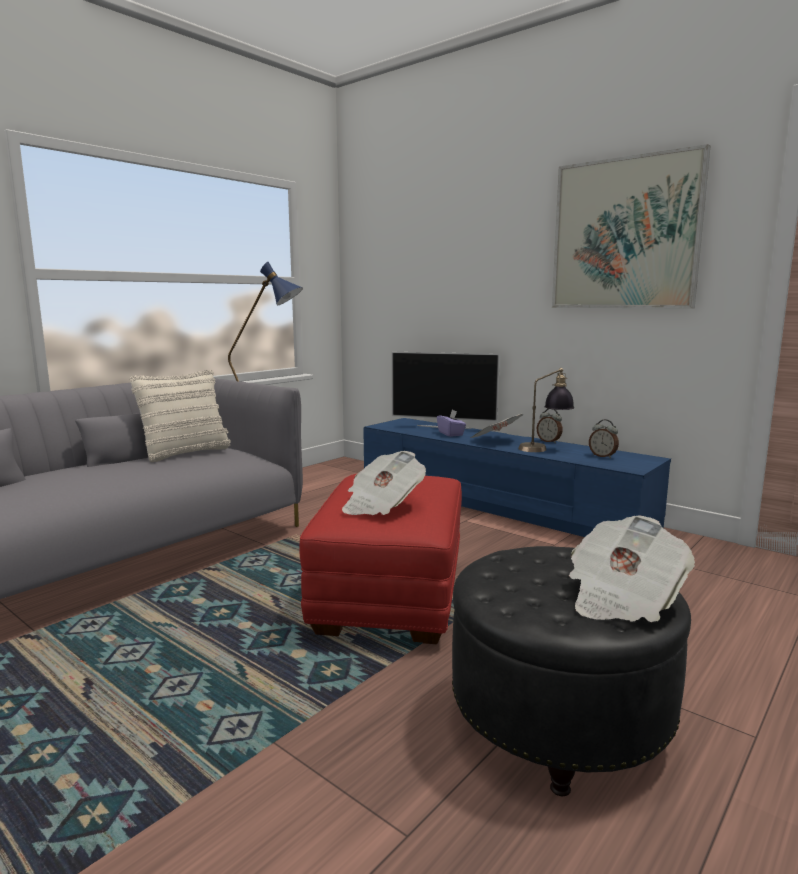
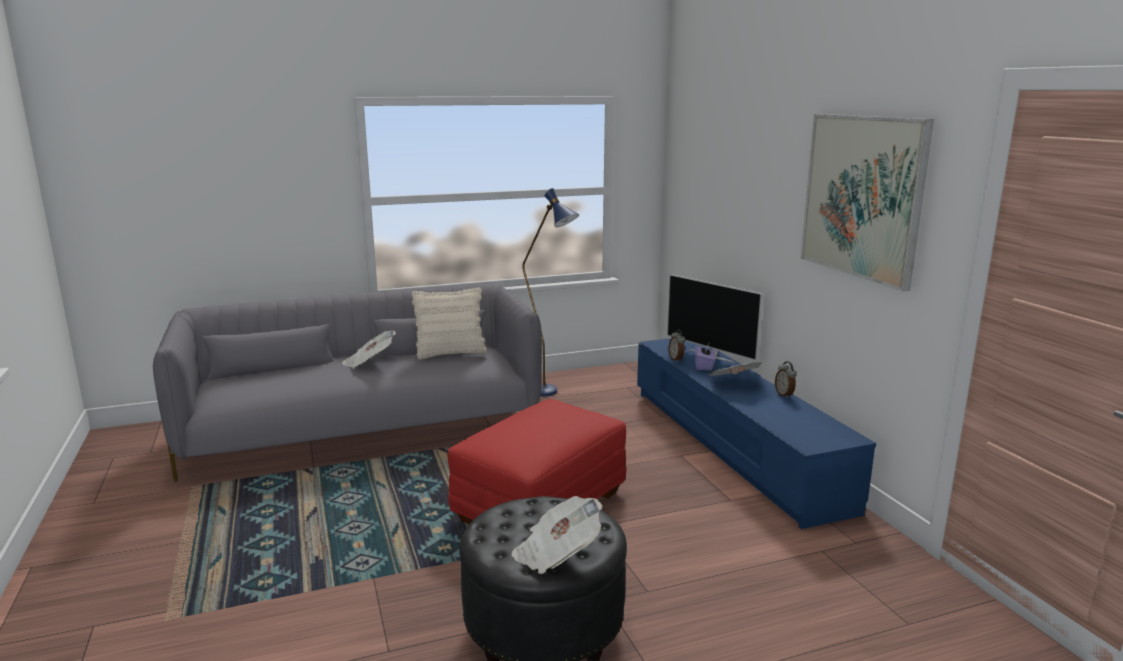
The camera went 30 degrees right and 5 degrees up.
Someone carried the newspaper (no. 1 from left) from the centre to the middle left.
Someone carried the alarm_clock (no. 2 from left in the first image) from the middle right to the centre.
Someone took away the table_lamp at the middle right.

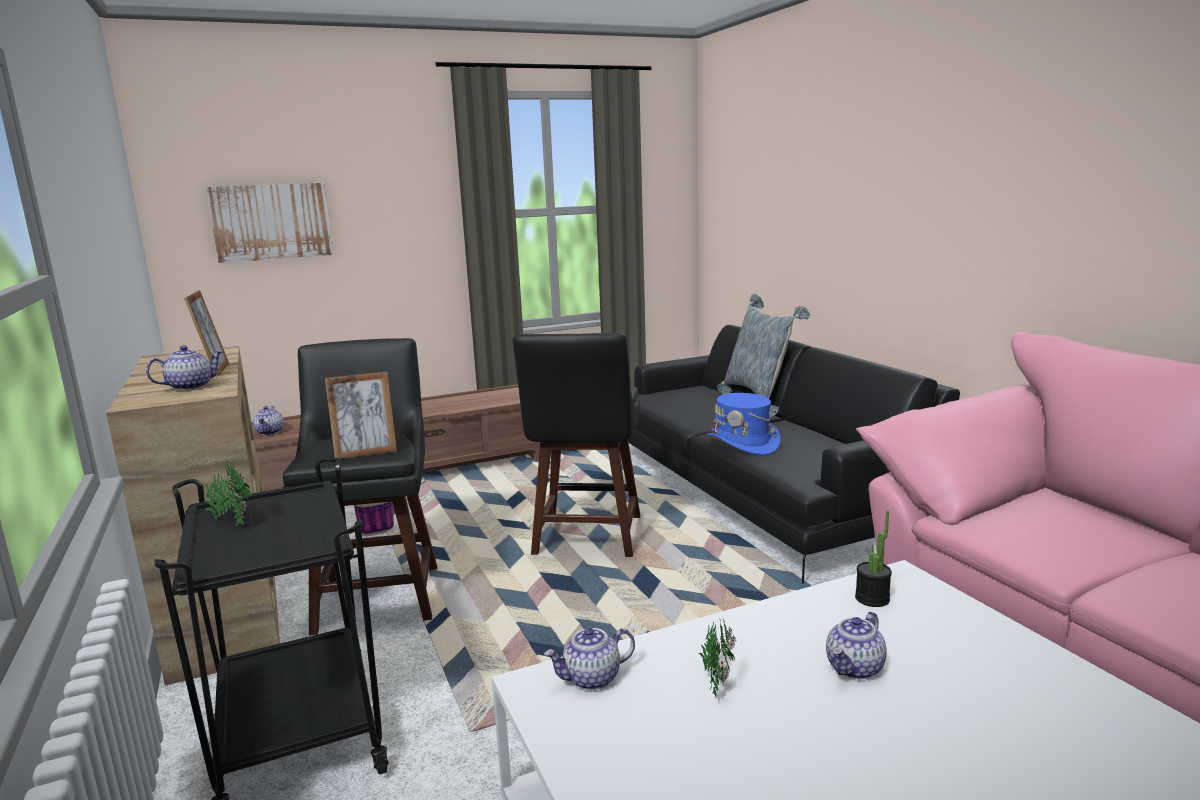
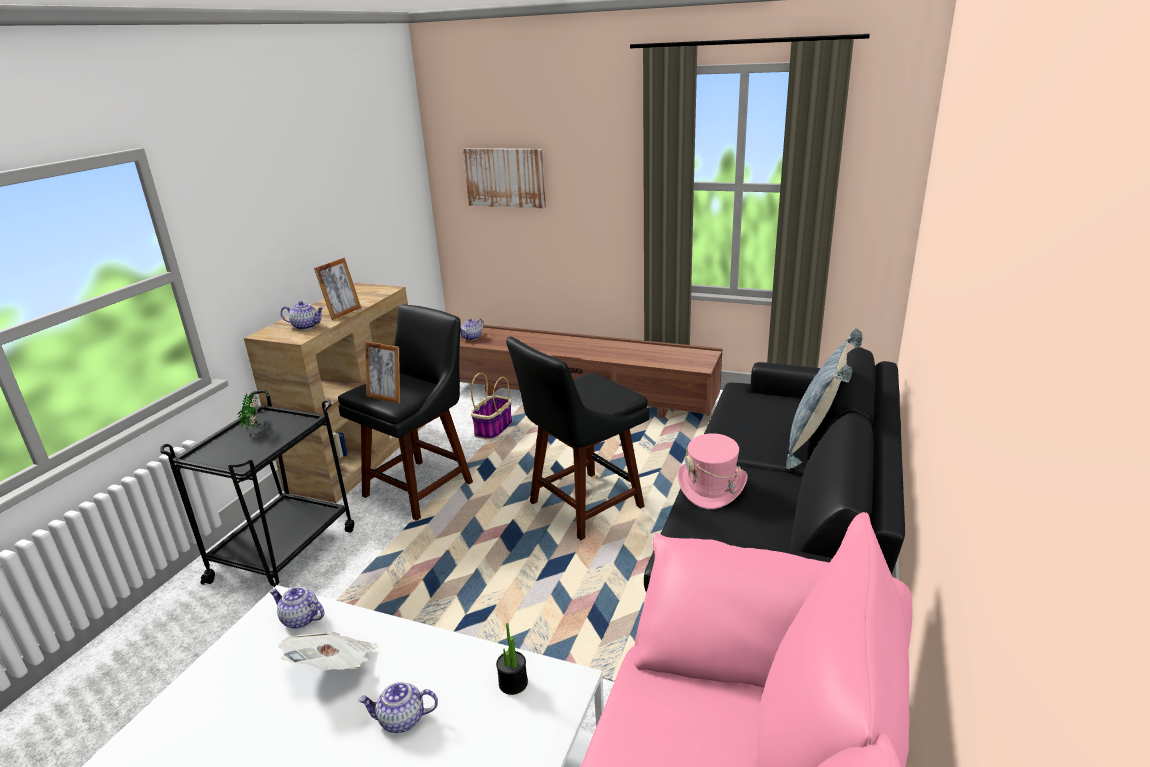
The camera went 45 degrees right and 10 degrees up.
Someone swapped the potted_plant (no. 2 from left) at the bottom centre for the newspaper at the bottom left.
Someone repainted the blue_hat at the centre, which became the pink_hat at the centre.

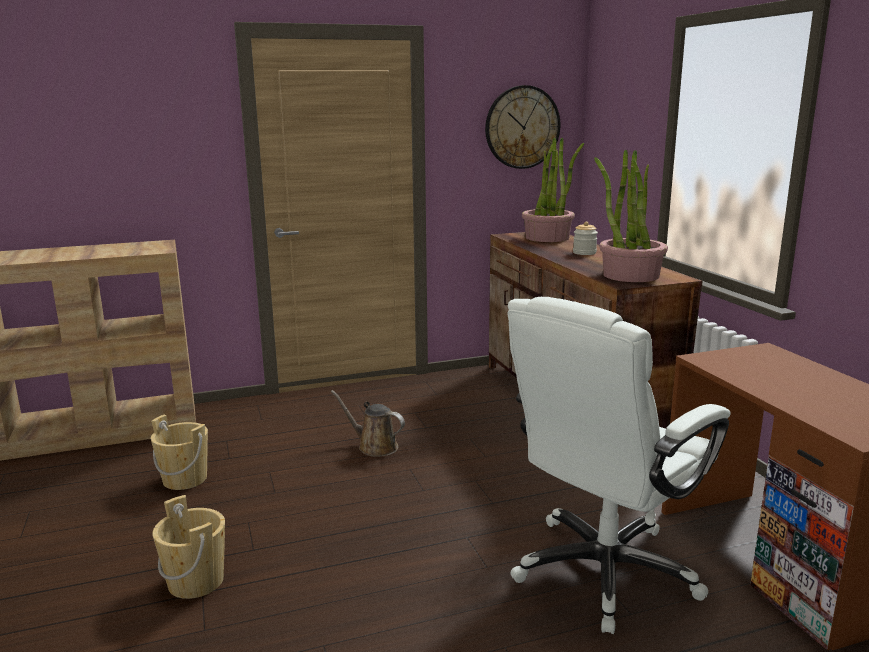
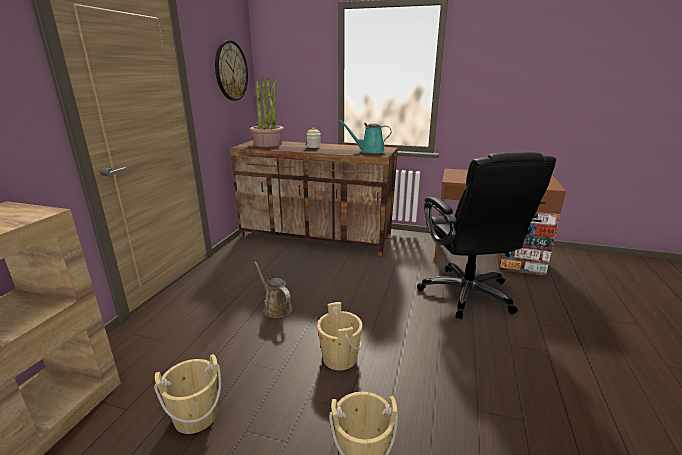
The camera went 55 degrees left and 5 degrees up.
Someone rotated the brown_watering_can at the centre by 75 degrees clockwise.
Someone put down the beige_bucket (no. 2 from left) at the bottom centre.
Someone swapped the potted_plant (no. 2 from left) at the top right for the turquoise_watering_can at the top centre.
Someone repainted the white_office_chair at the bottom right, which became the black_office_chair at the middle right.

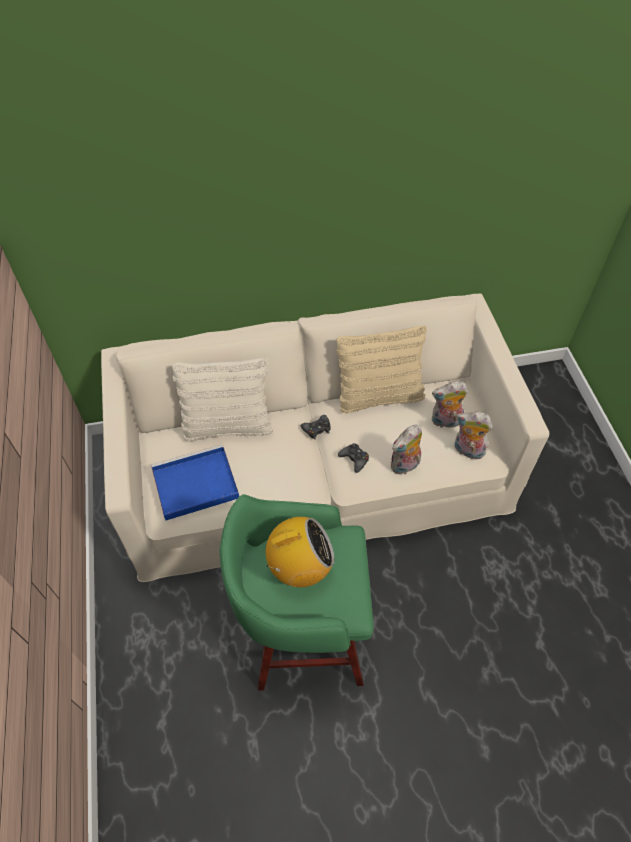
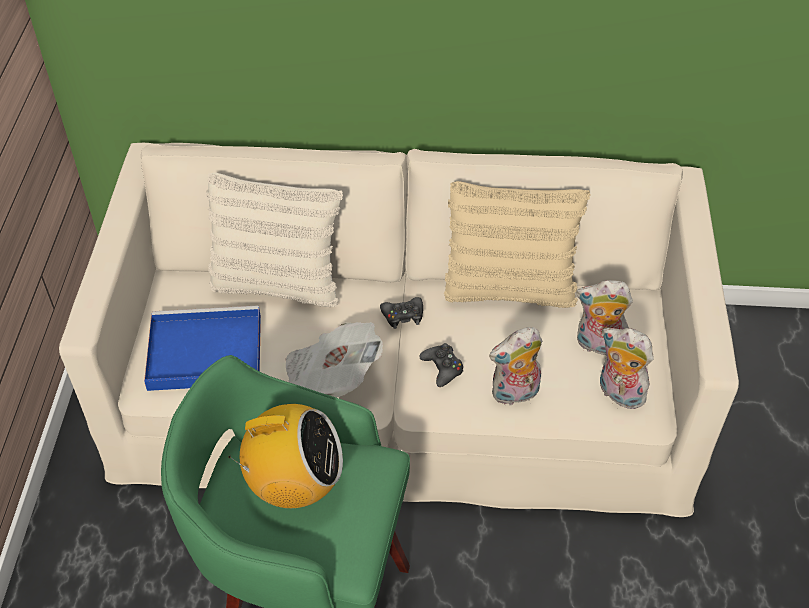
The camera went 15 degrees right and 5 degrees down.
Someone put down the newspaper at the centre.

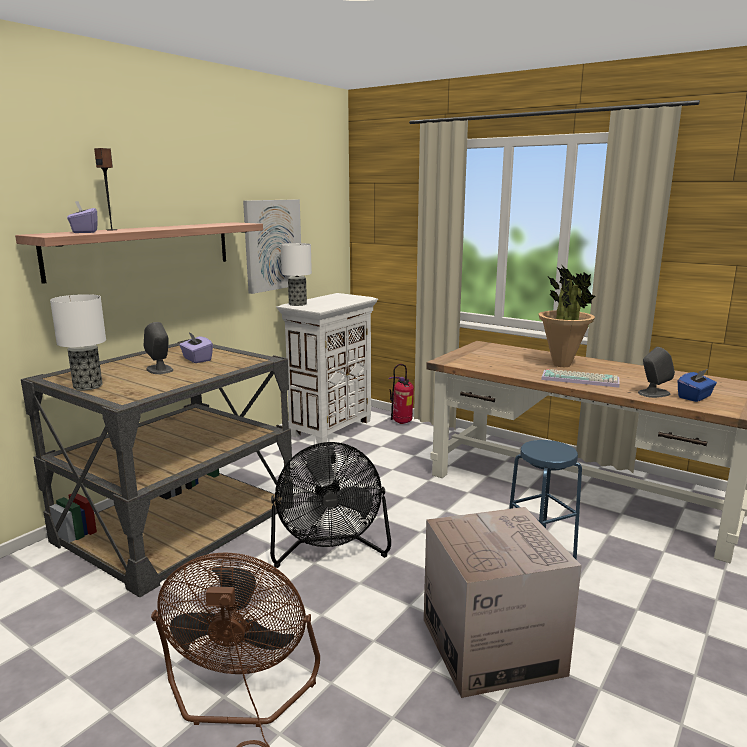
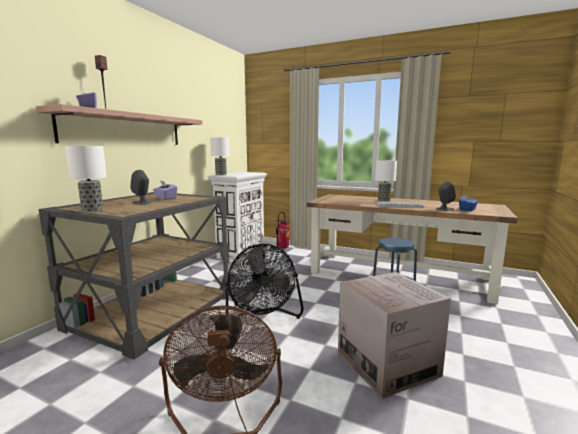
The camera went 10 degrees left and 5 degrees down.
Someone swapped the potted_plant at the middle right for the table_lamp (no. 3 from left) at the middle right.
Someone took away the picture at the top centre.

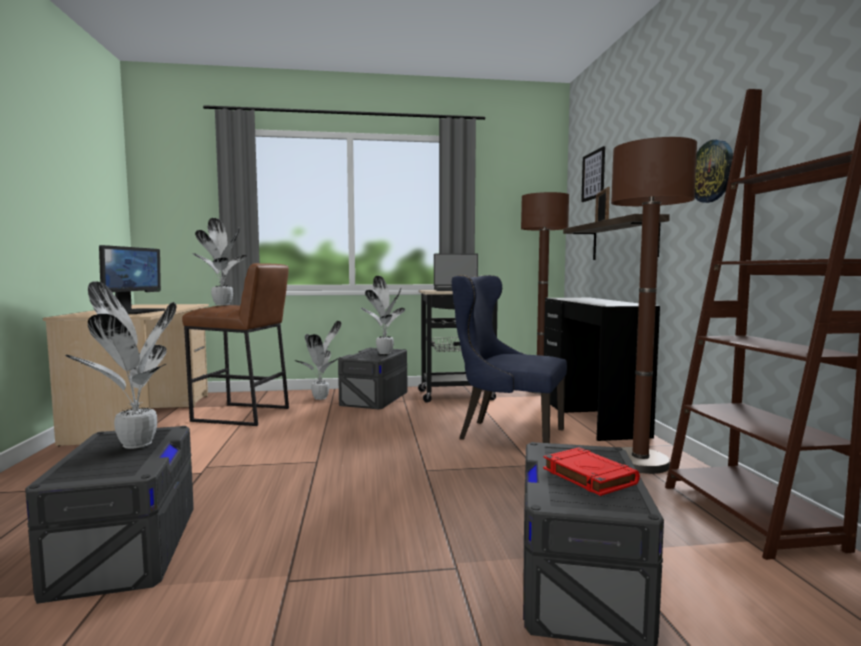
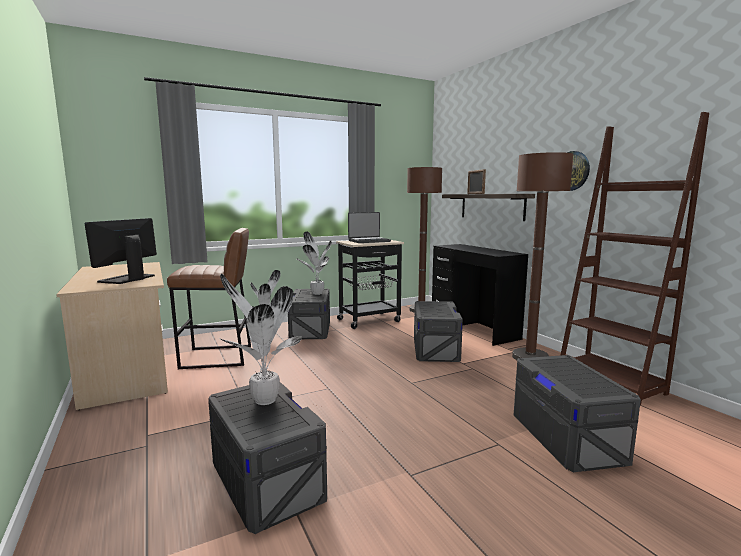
The camera went 20 degrees left and 5 degrees up.
Someone rotated the monitor at the middle left by 150 degrees counterclockwise.
Someone swapped the blue_chair at the centre for the grey_storage_box (no. 3 from left) at the centre.
Someone took away the potted_plant (no. 2 from left) at the middle left.
Someone took away the red_book at the bottom right.
Someone took away the picture at the top right.

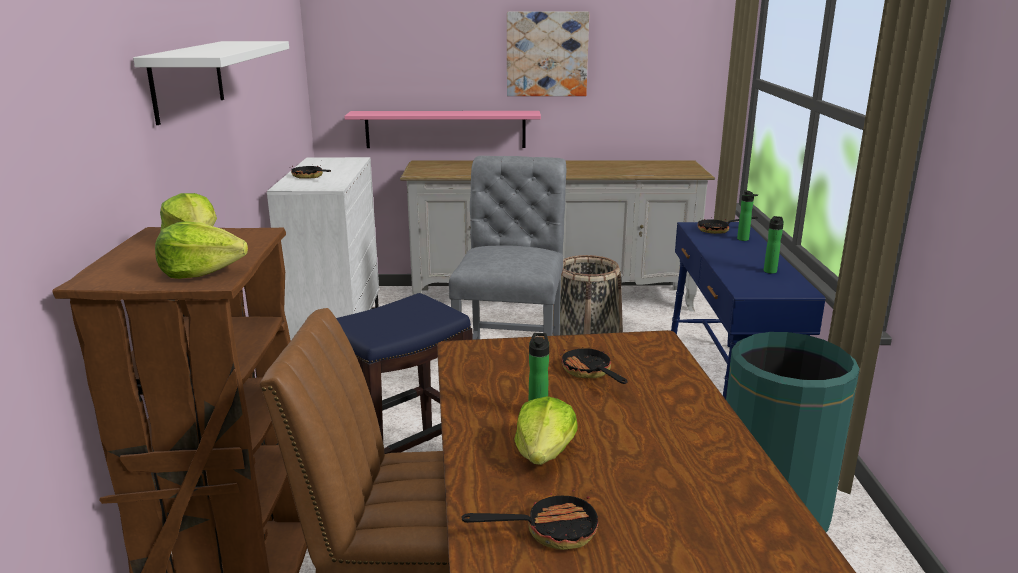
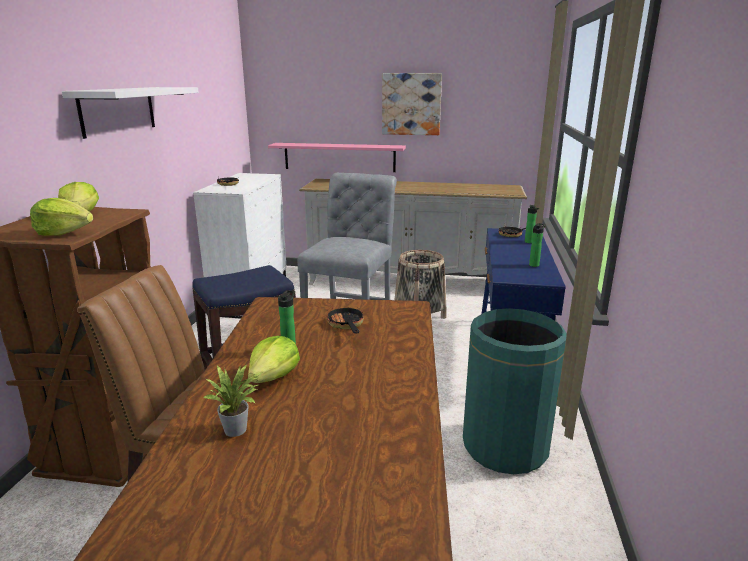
The camera went 10 degrees right and 0 degrees up.
Someone swapped the frying_pan (no. 2 from left) at the bottom centre for the potted_plant at the bottom left.

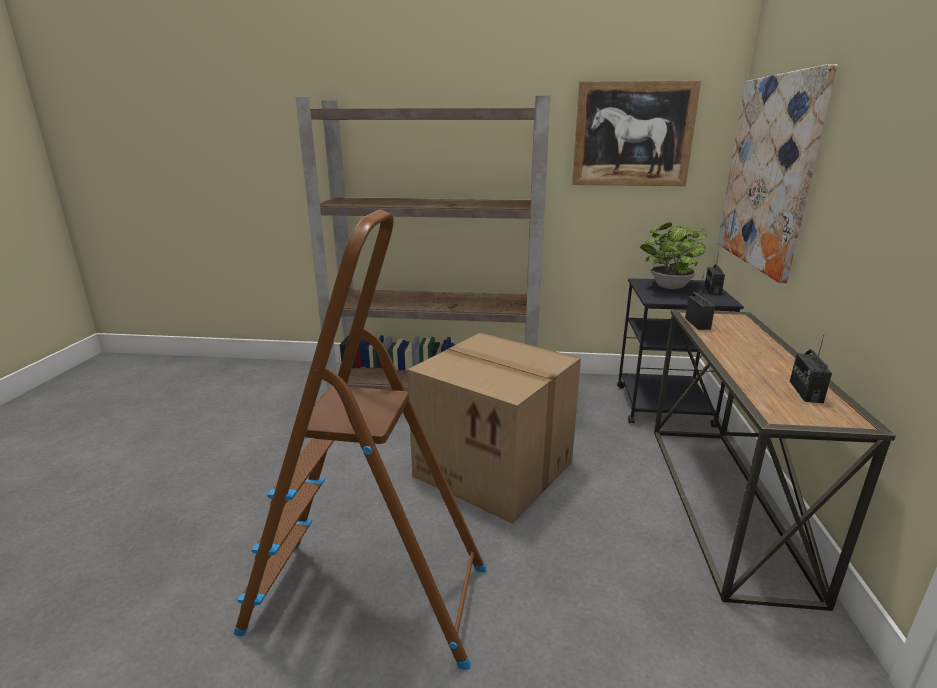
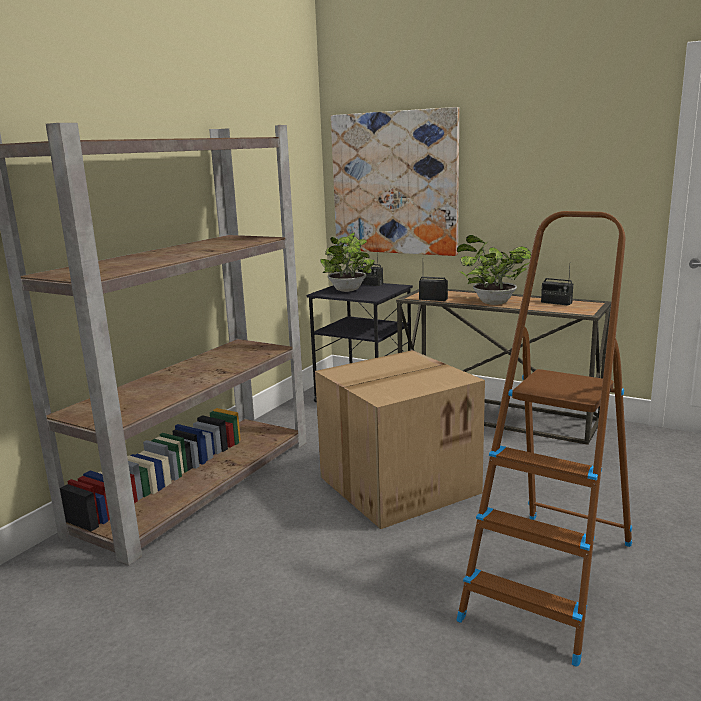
The camera went 65 degrees left and 5 degrees down.
Someone put down the potted_plant (no. 2 from left) at the middle right.
Someone took away the picture (no. 1 from left) at the top right.

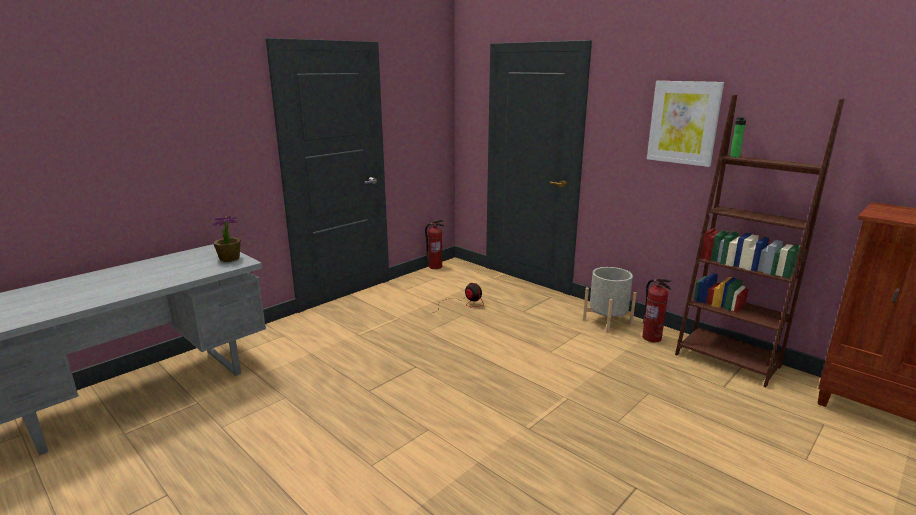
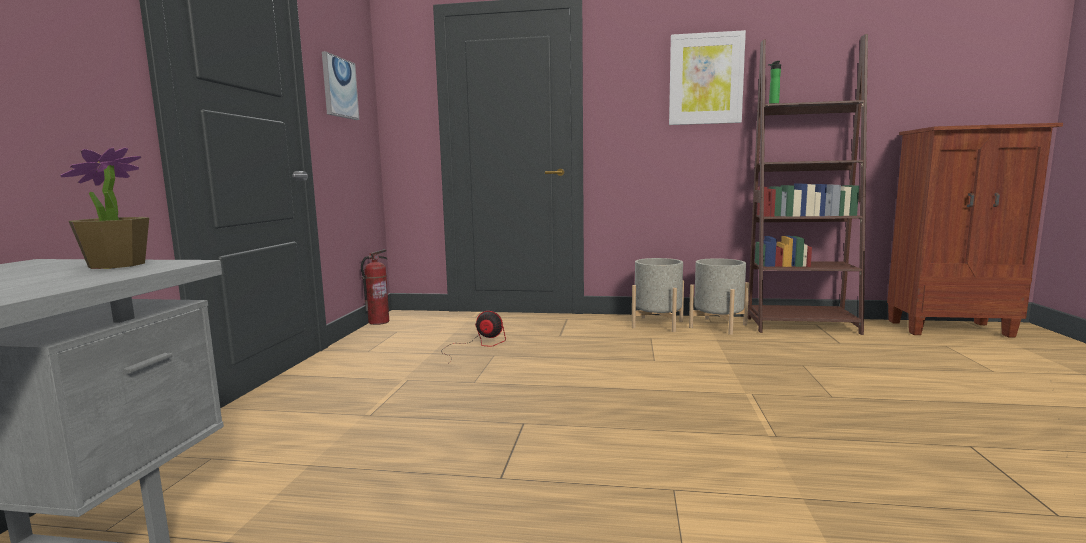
The camera went 35 degrees left and 10 degrees down.
Someone put up the picture (no. 1 from left) at the top left.
Someone swapped the fire_extinguisher (no. 2 from left) at the middle right for the grey_planter (no. 2 from left) at the centre.

